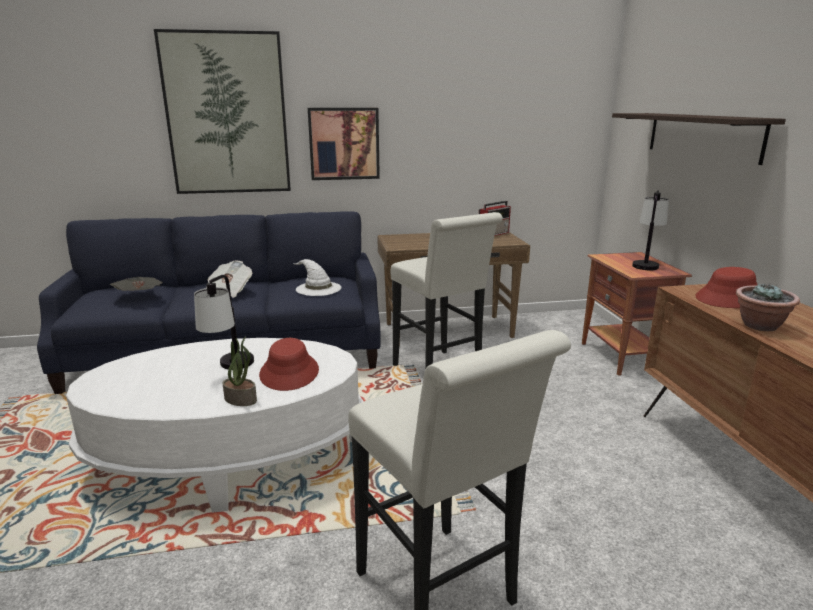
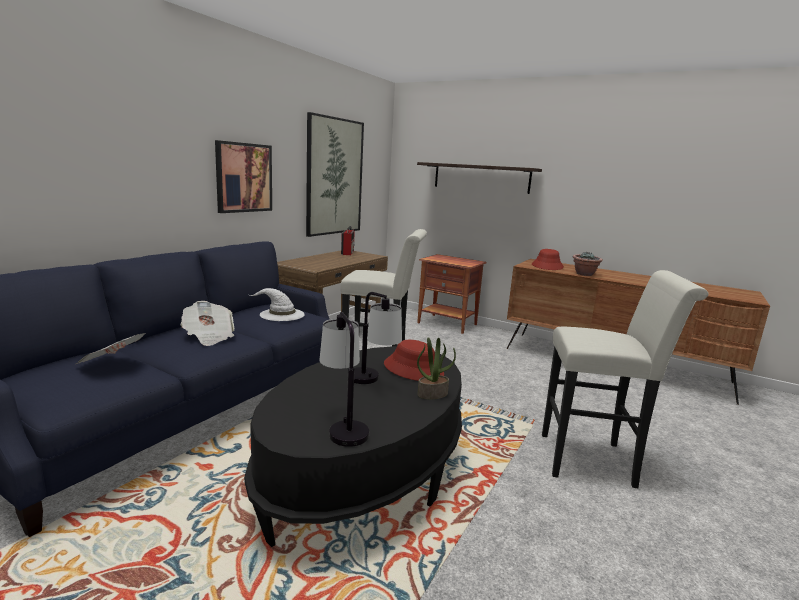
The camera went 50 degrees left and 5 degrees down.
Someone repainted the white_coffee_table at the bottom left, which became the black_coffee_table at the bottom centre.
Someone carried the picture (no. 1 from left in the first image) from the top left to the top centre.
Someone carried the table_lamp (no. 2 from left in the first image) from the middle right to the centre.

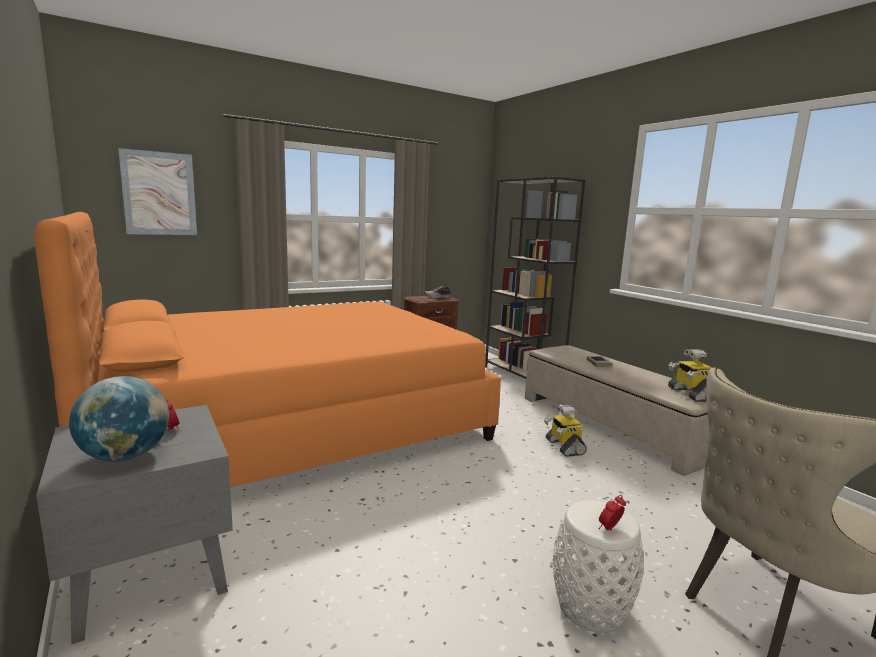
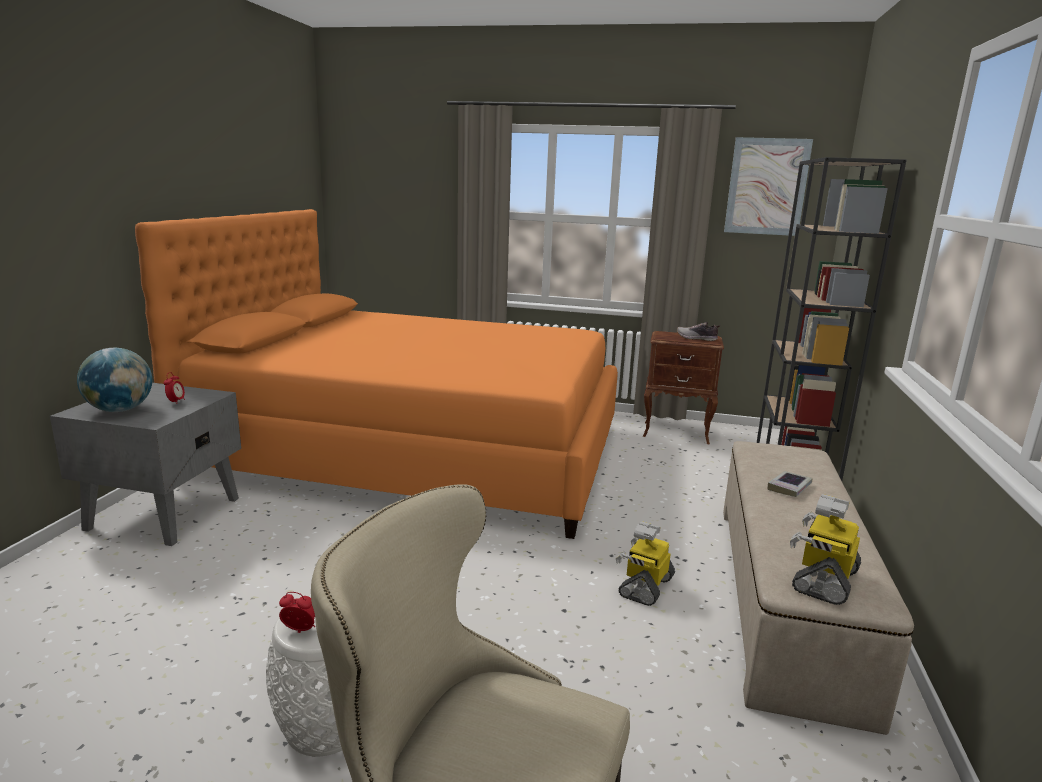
The camera went 45 degrees right and 5 degrees up.
Someone carried the picture from the top left to the top right.

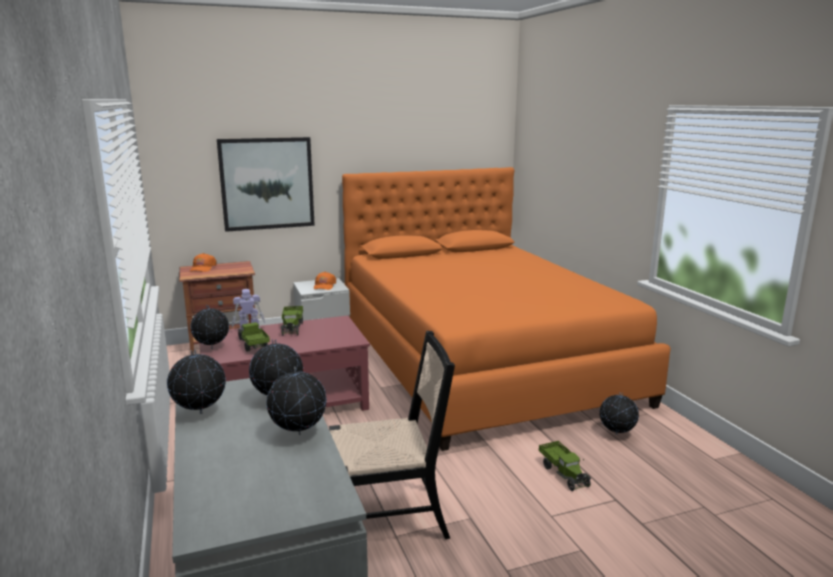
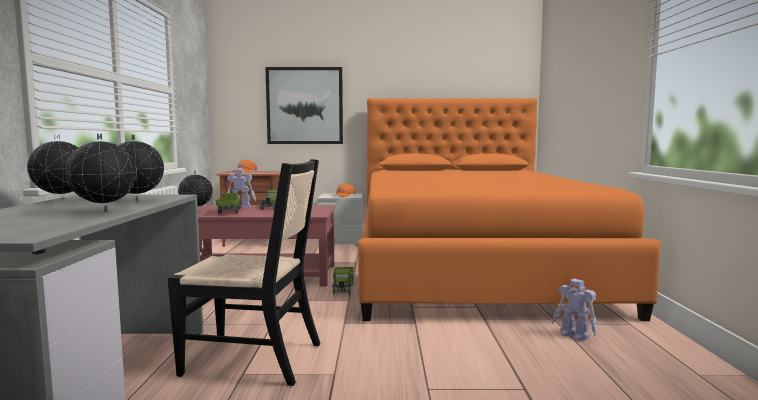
The camera went 20 degrees right and 10 degrees down.
Someone carried the toy_truck (no. 3 from left) from the bottom right to the bottom centre.
Someone swapped the globe (no. 5 from left) at the bottom right for the toy_robot (no. 2 from left) at the bottom right.

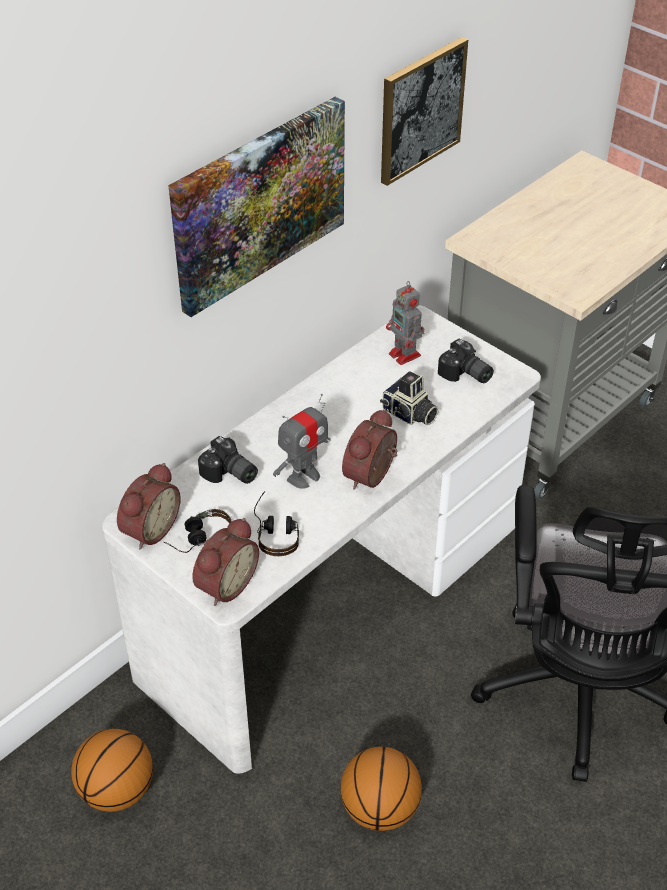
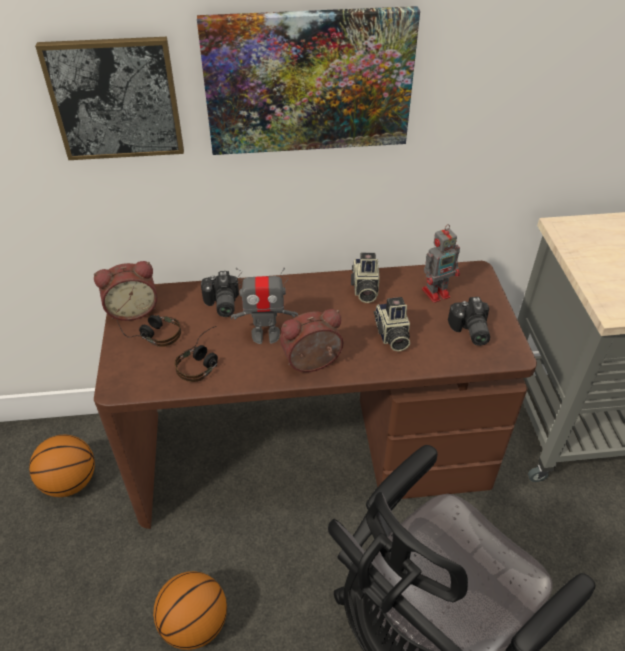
The camera went 40 degrees right and 0 degrees up.
Someone carried the picture (no. 2 from left in the first image) from the top centre to the top left.
Someone repainted the white_desk at the centre, which became the brown_desk at the centre.
Someone put down the photo_camera (no. 2 from left) at the centre.
Someone rotated the toy_robot (no. 2 from left) at the centre by 120 degrees counterclockwise.
Someone took away the alarm_clock (no. 2 from left) at the centre.

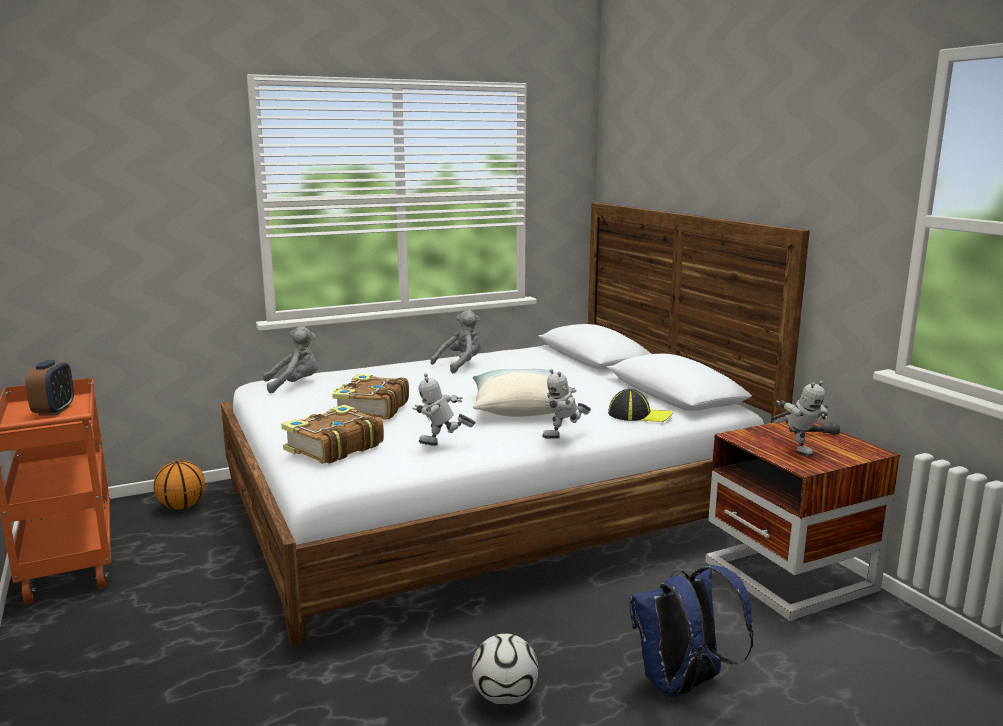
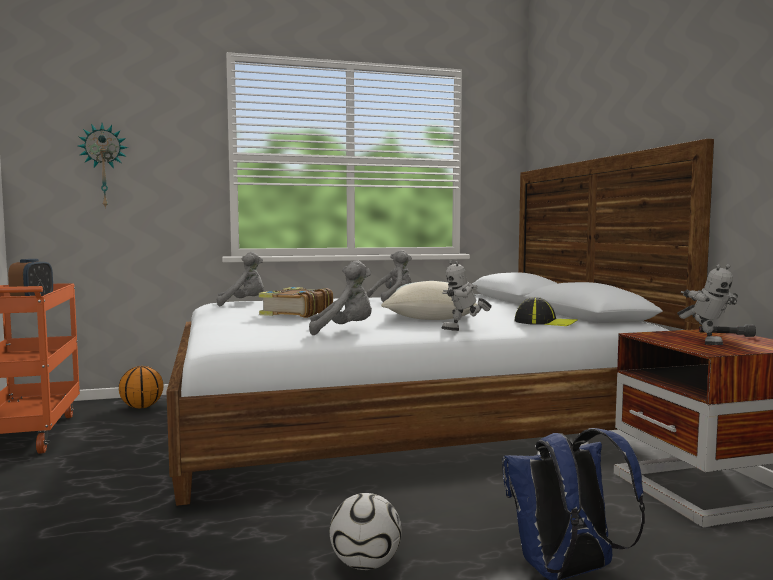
The camera went 10 degrees right and 10 degrees down.
Someone put up the wall_clock at the top left.
Someone swapped the toy_robot (no. 1 from left) at the centre for the grey_plush_toy (no. 2 from left) at the centre.
Someone took away the book (no. 1 from left) at the middle left.

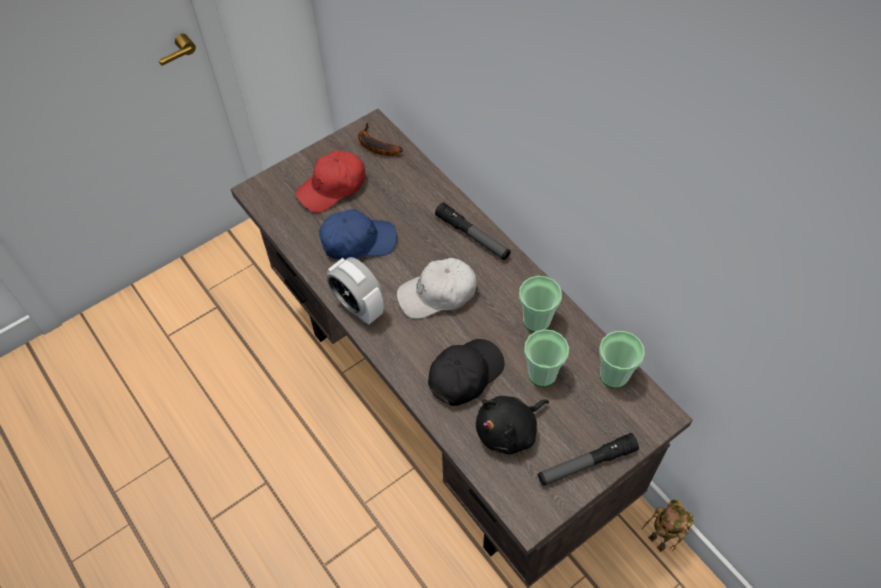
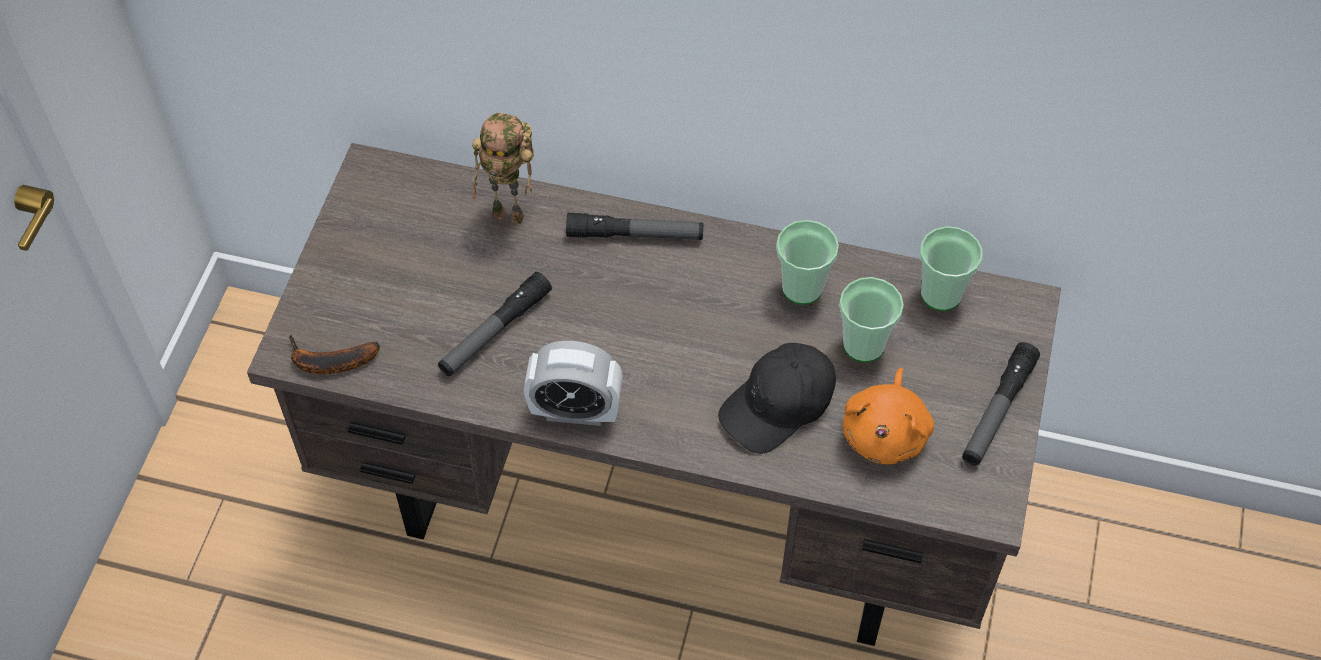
The camera went 40 degrees left and 0 degrees up.
Someone carried the banana from the top centre to the middle left.
Someone swapped the blue_cap at the centre for the flashlight (no. 1 from left) at the centre.
Someone carried the toy_robot from the bottom right to the top centre.
Someone rotated the black_cap at the centre by 135 degrees counterclockwise.
Someone repainted the black_plush_toy at the bottom centre, which became the orange_plush_toy at the middle right.
Someone took away the red_cap at the top centre.
Someone took away the white_cap at the centre.

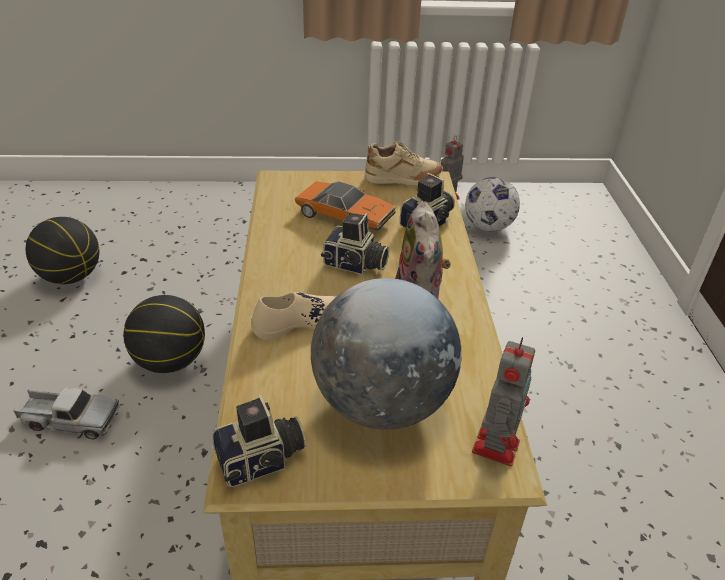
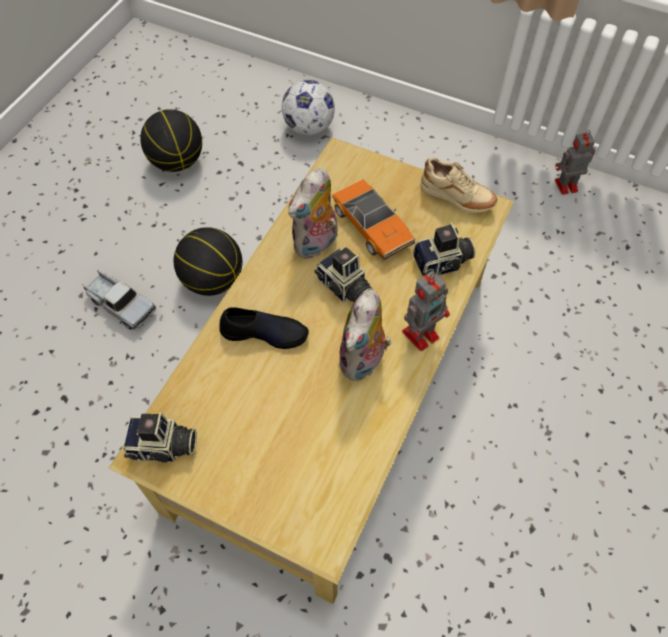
The camera went 30 degrees right and 20 degrees up.
Someone repainted the beige_shoe (no. 1 from left) at the centre, which became the black_shoe at the centre.
Someone carried the football from the middle right to the top centre.
Someone put down the plush_toy (no. 1 from left) at the centre.
Someone carried the toy_robot (no. 2 from left in the first image) from the bottom right to the centre.
Someone took away the globe at the centre.

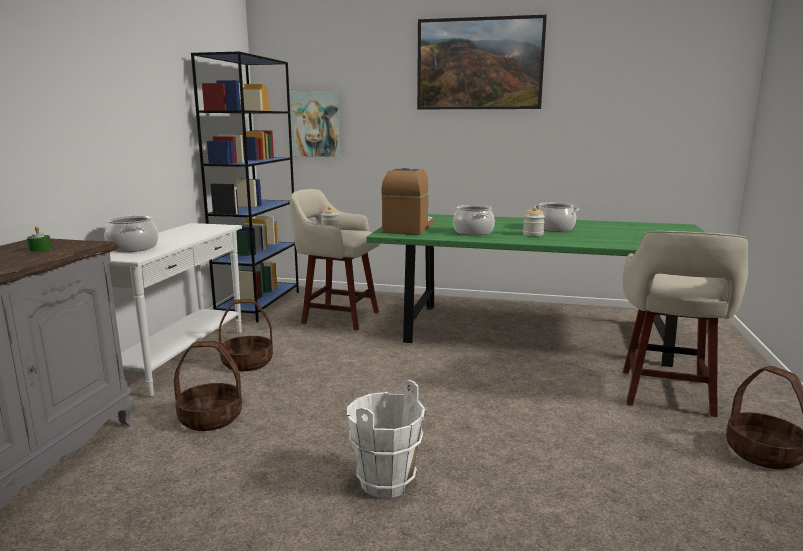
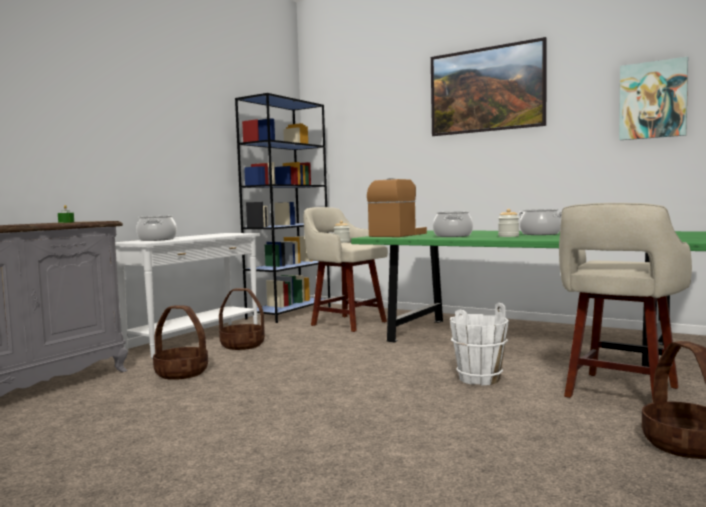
The camera went 20 degrees right and 10 degrees down.
Someone carried the white_bucket from the bottom centre to the bottom right.
Someone carried the picture (no. 1 from left in the first image) from the top centre to the top right.

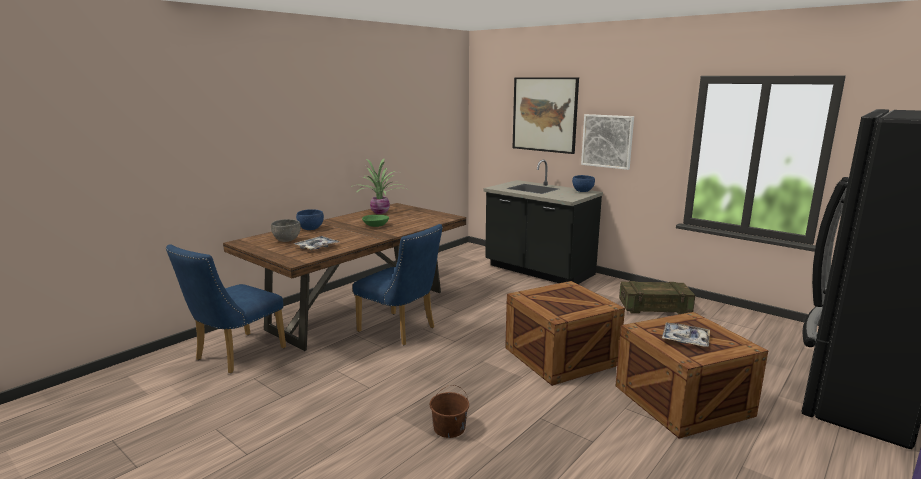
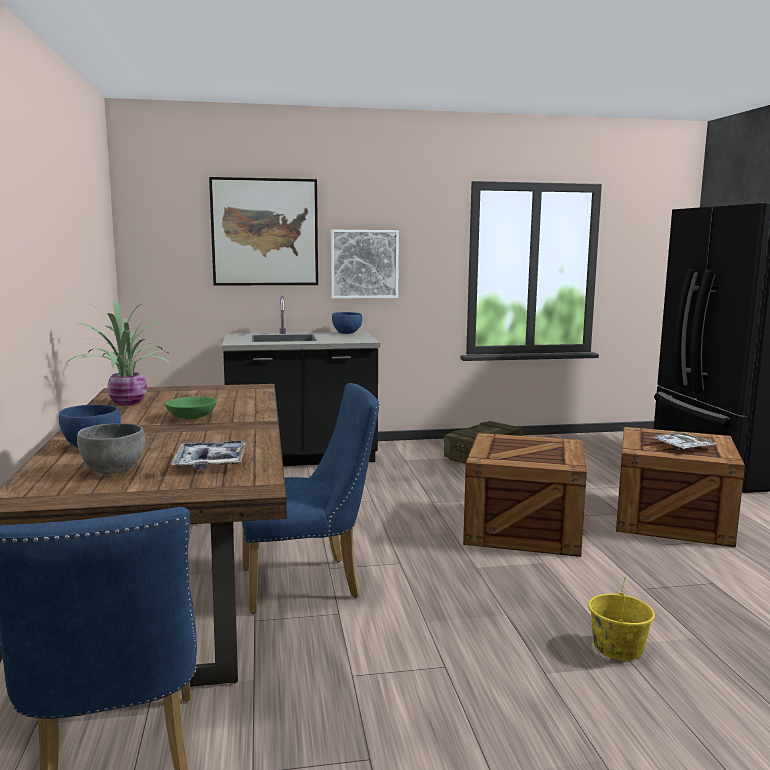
The camera went 50 degrees left and 5 degrees down.
Someone repainted the brown_bucket at the bottom centre, which became the yellow_bucket at the bottom right.

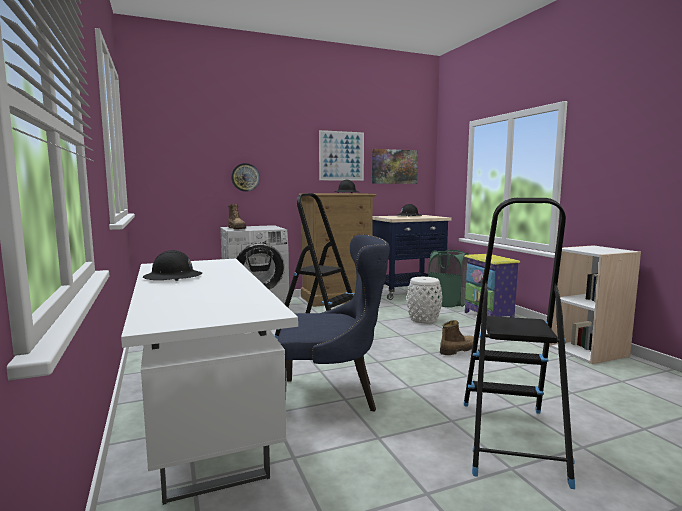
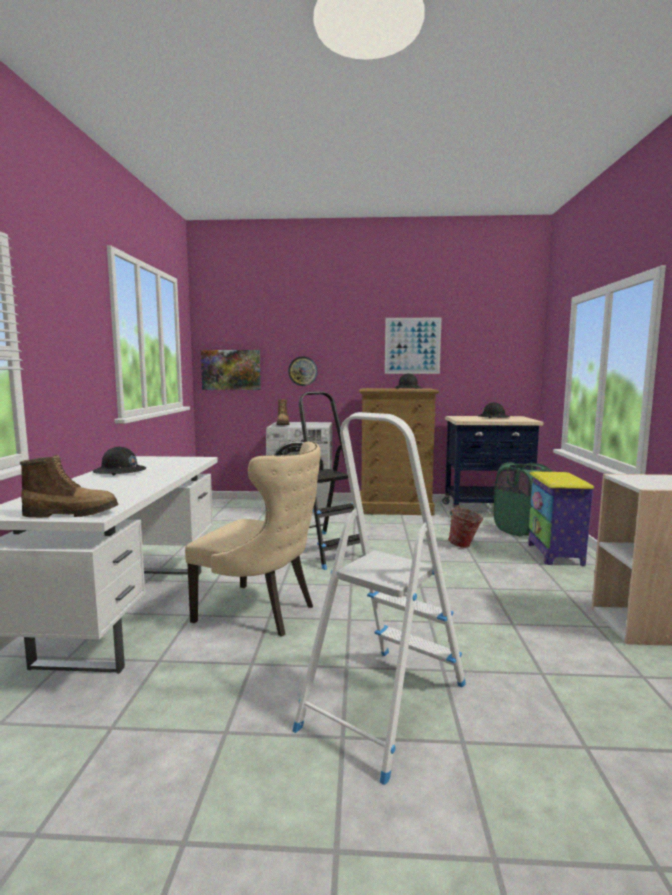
The camera went 25 degrees right and 0 degrees up.
Someone carried the boot (no. 2 from left in the first image) from the middle right to the middle left.
Someone repainted the blue_chair at the centre, which became the beige_chair at the centre.
Someone carried the picture (no. 2 from left in the first image) from the top centre to the centre.
Someone repainted the black_step_ladder (no. 2 from left) at the bottom right, which became the white_step_ladder at the bottom centre.
Someone swapped the white_stool at the centre for the bucket at the middle right.

